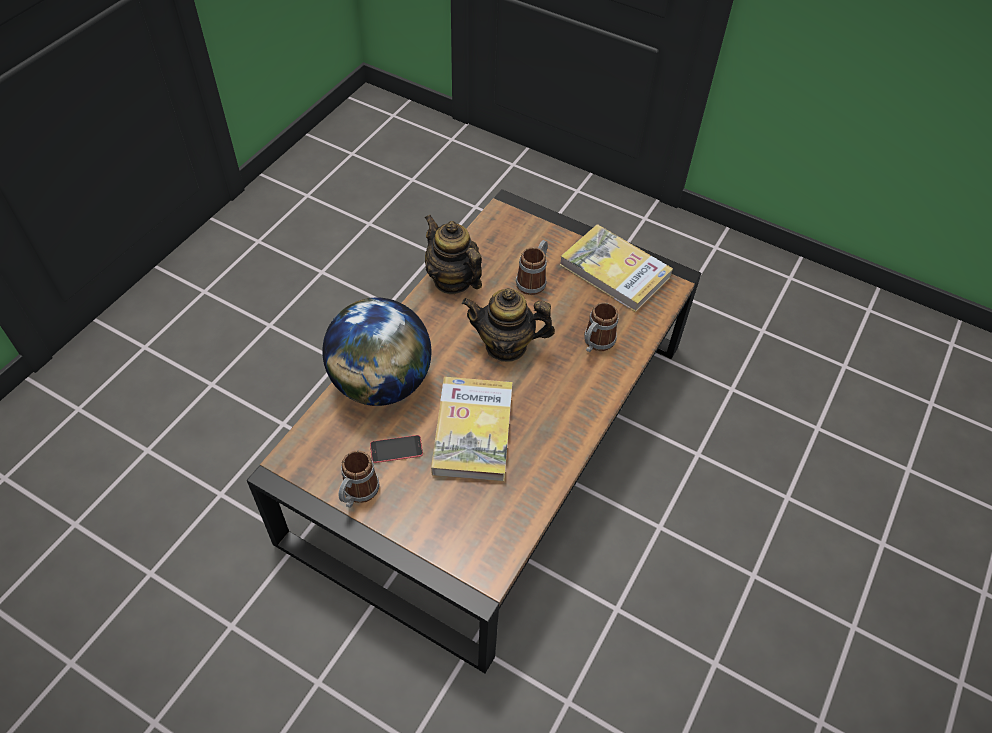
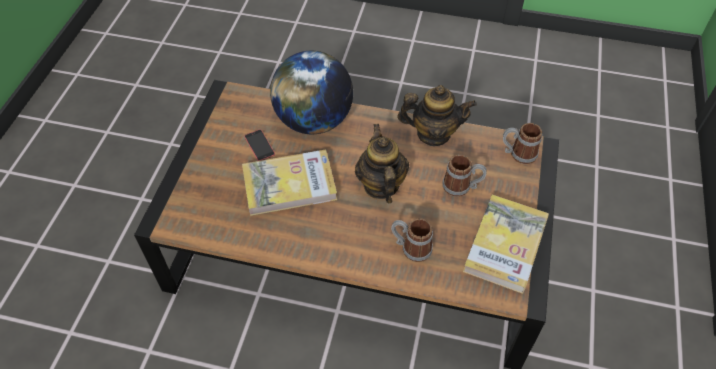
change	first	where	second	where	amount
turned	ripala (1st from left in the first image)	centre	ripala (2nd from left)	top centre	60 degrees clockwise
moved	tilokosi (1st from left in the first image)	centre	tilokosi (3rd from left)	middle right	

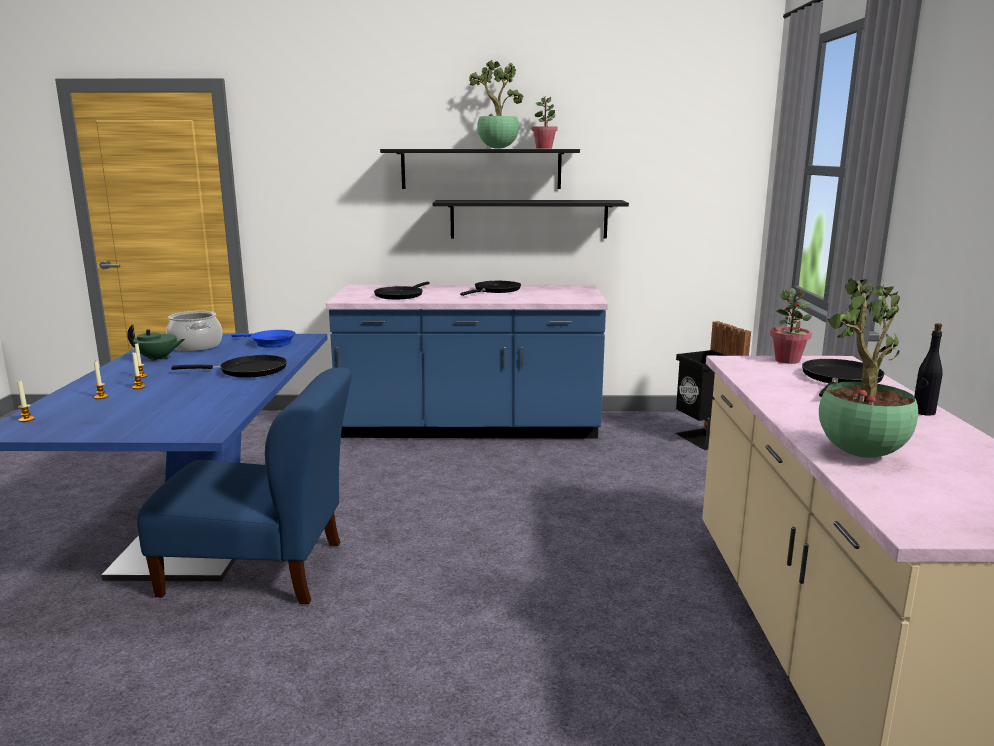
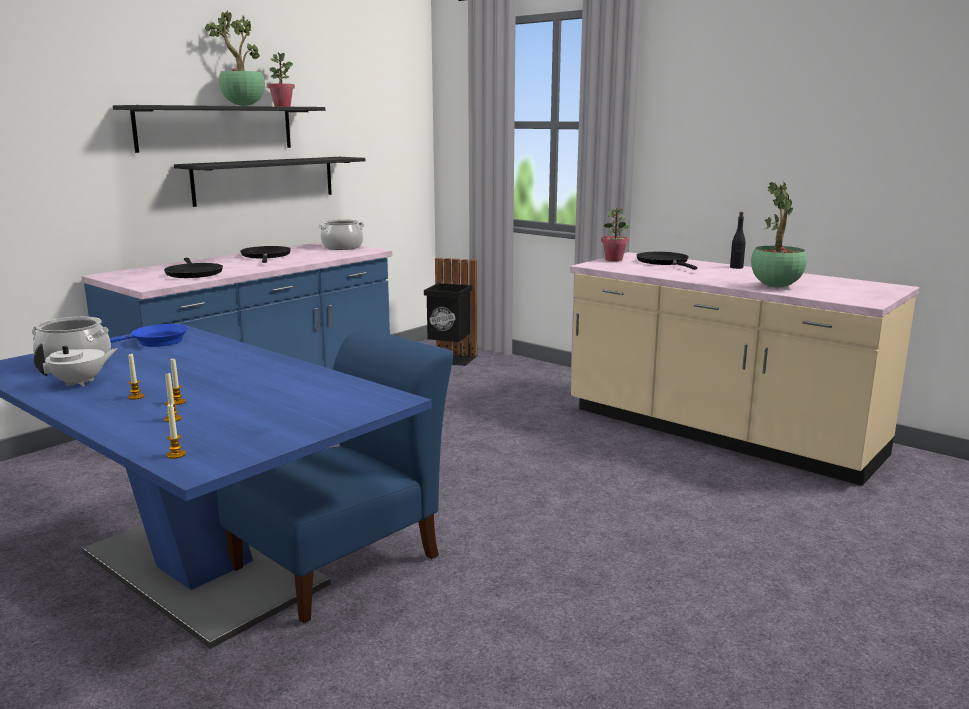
change	first	where	second	where	amount
recoloured	green ripala	middle left	white ripala	middle left	
added			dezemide (2nd from left)	top centre	
removed	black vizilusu (1st from left)	middle left			

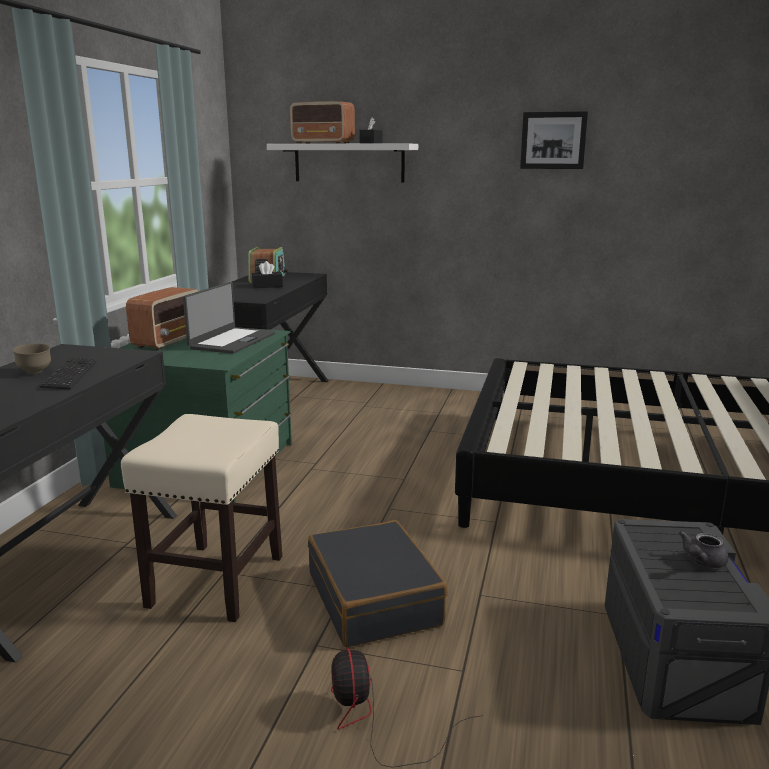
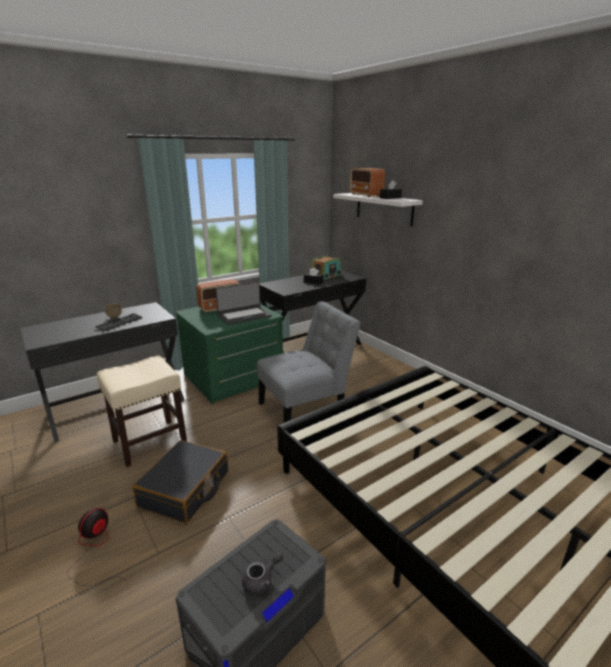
change	first	where	second	where	amount
turned	grey ripala	bottom right		bottom centre	150 degrees clockwise
added			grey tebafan	centre	
removed	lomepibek	top right			

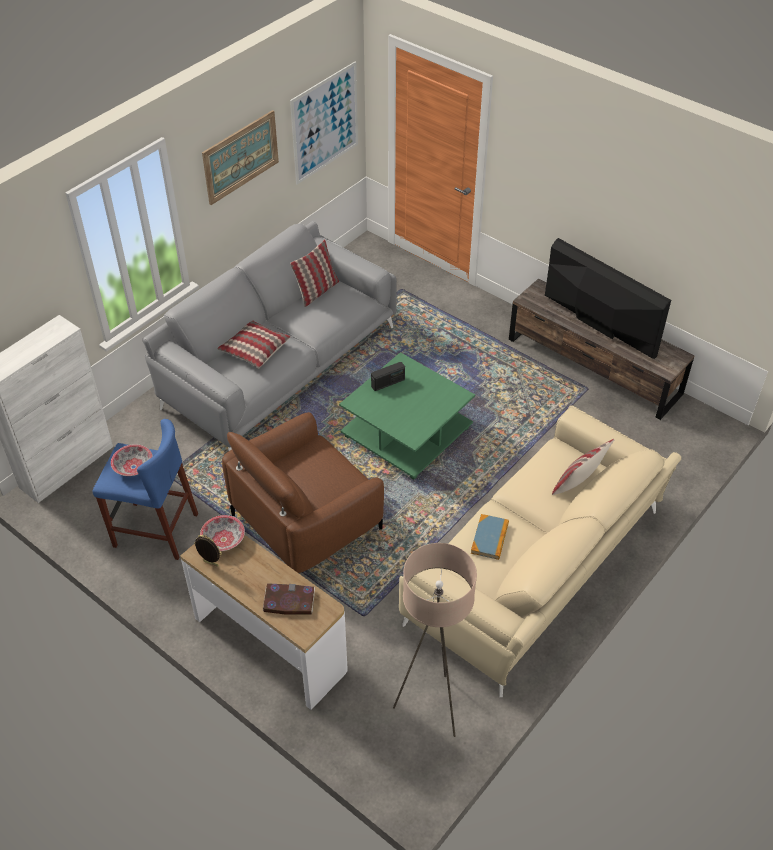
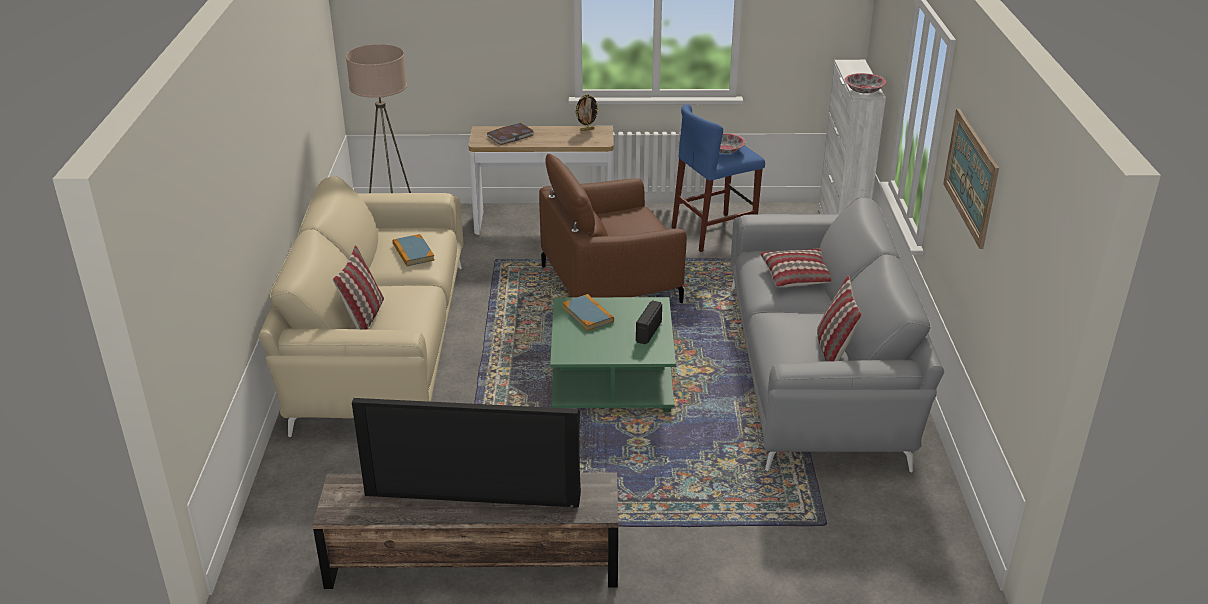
change	first	where	second	where	amount
turned	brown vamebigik	centre		centre	120 degrees counterclockwise
added			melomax (3rd from left)	centre	
moved	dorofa (2nd from left)	middle left		top right	
removed	lomepibek (2nd from left)	top centre			

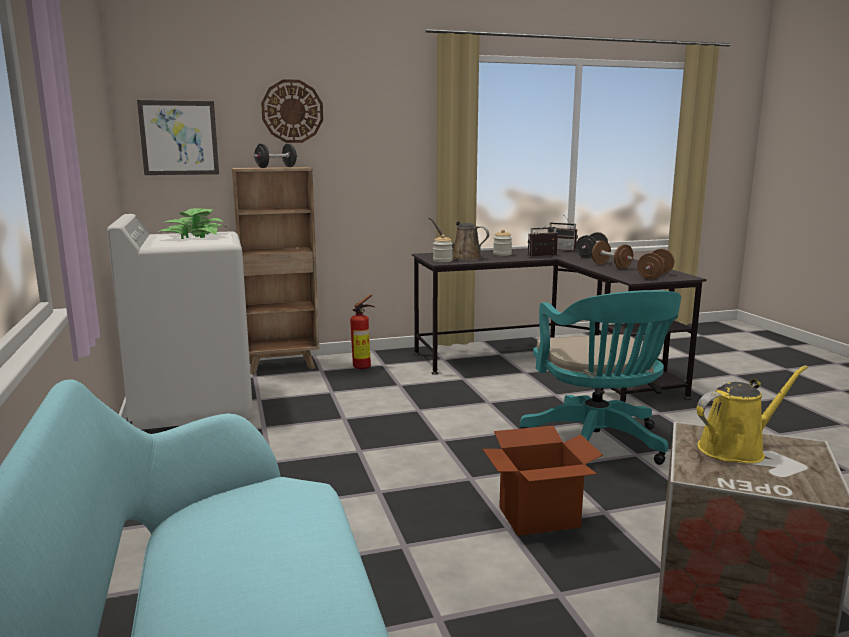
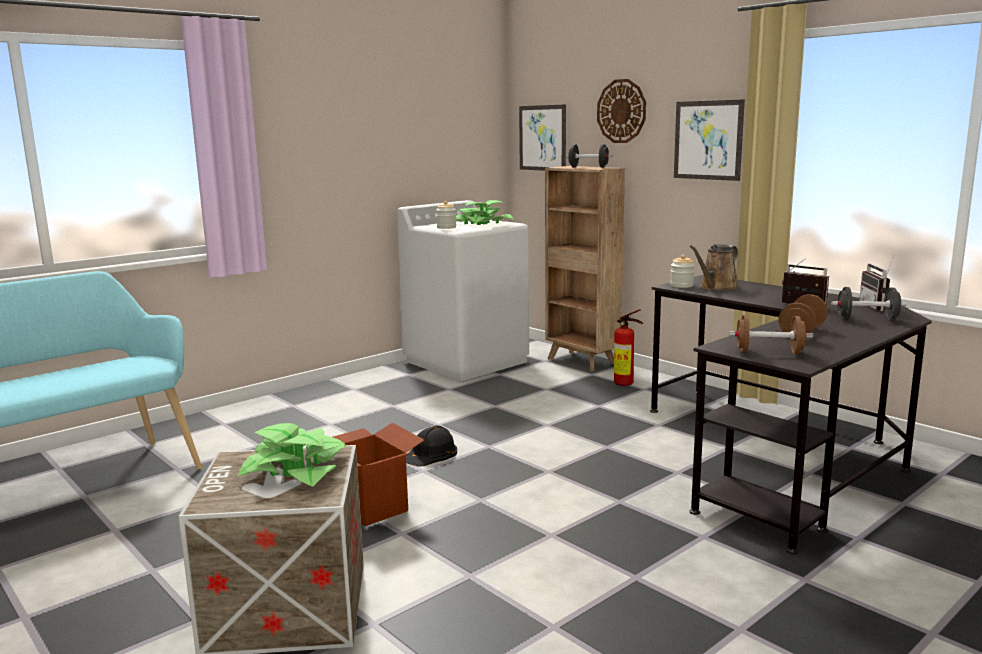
change	first	where	second	where	amount
replaced	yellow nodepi	middle right	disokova (1st from left)	bottom left	
added			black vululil	bottom centre	
moved	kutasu (2nd from left in the first image)	centre	kutasu (1st from left)	top centre	
added			lomepibek (2nd from left)	top right	
turned	brown nodepi	centre		middle right	135 degrees counterclockwise
removed	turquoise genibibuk	middle right			

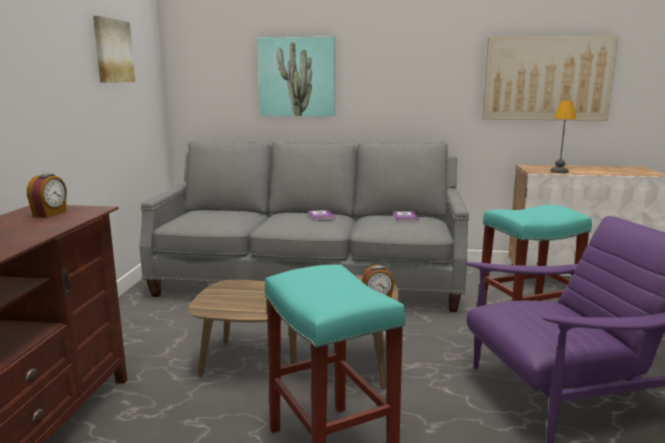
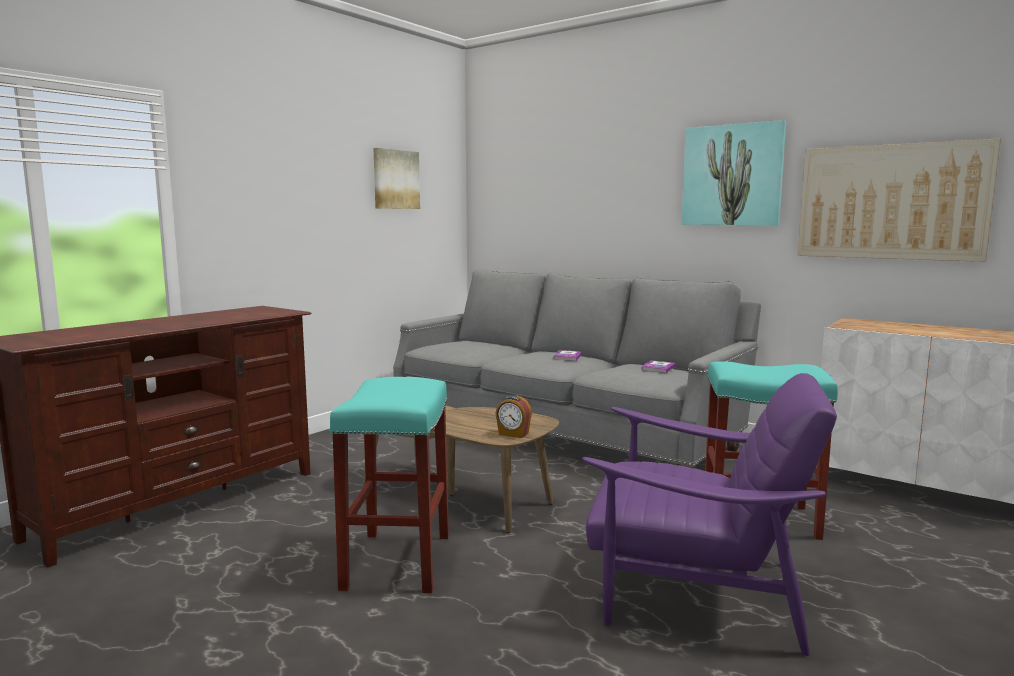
change	first	where	second	where	amount
moved	lomepibek (2nd from left)	top centre		top right	
removed	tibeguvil (1st from left)	middle left			
removed	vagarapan	top right			

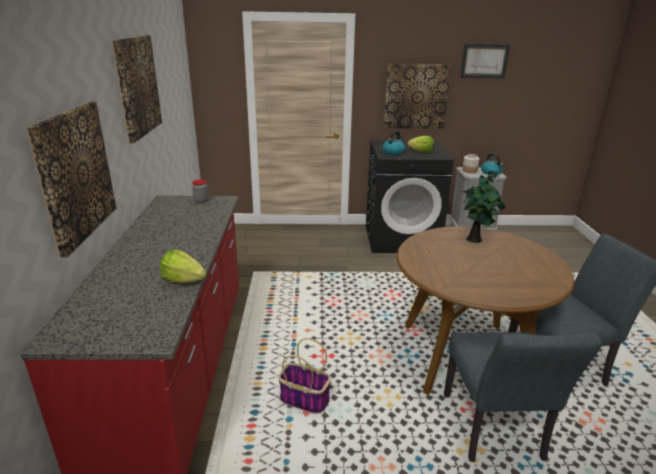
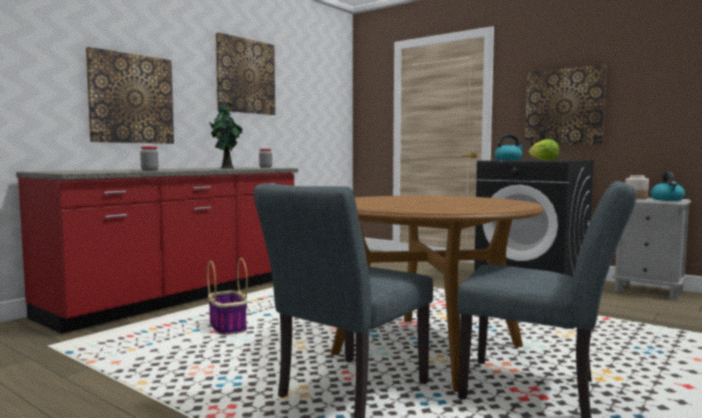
change	first	where	second	where	amount
replaced	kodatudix (1st from left)	middle left	kutasu (1st from left)	middle left	
moved	disokova	middle right		top left	
removed	lomepibek (4th from left)	top right			

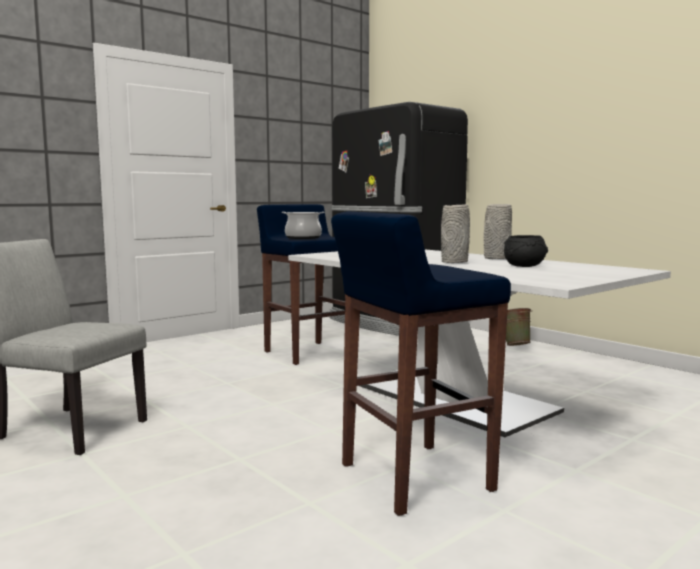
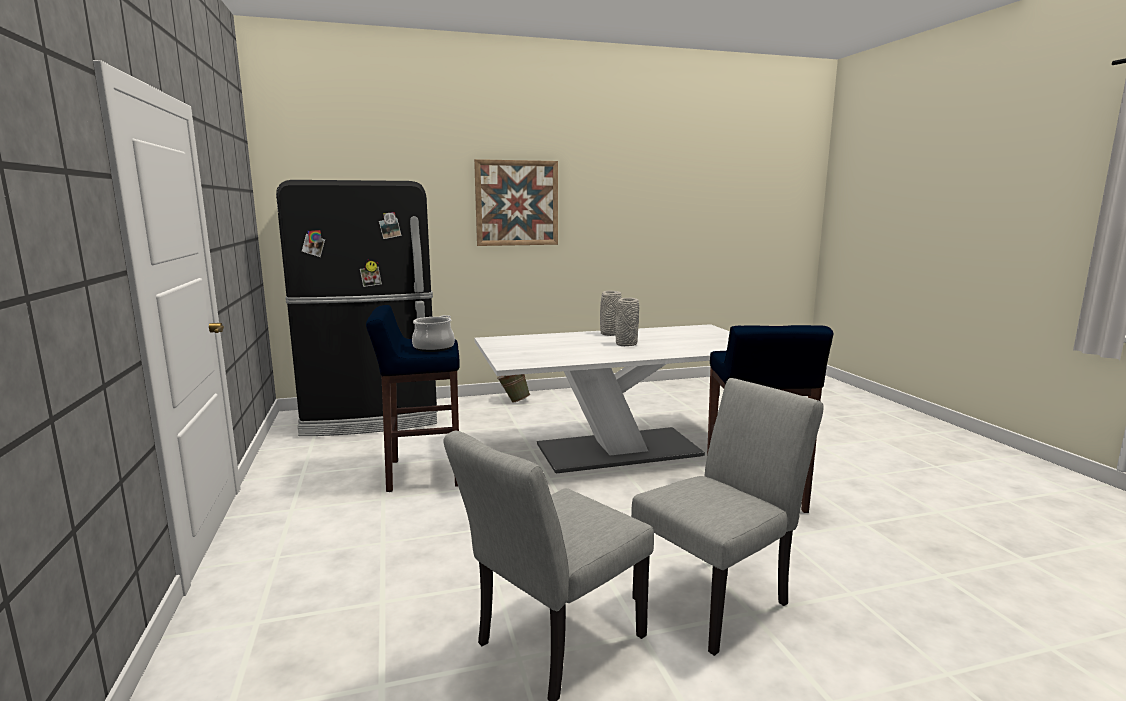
change	first	where	second	where	amount
added			lomepibek	top centre	
added			grey tebafan (2nd from left)	bottom centre	
removed	black dorofa	middle right			

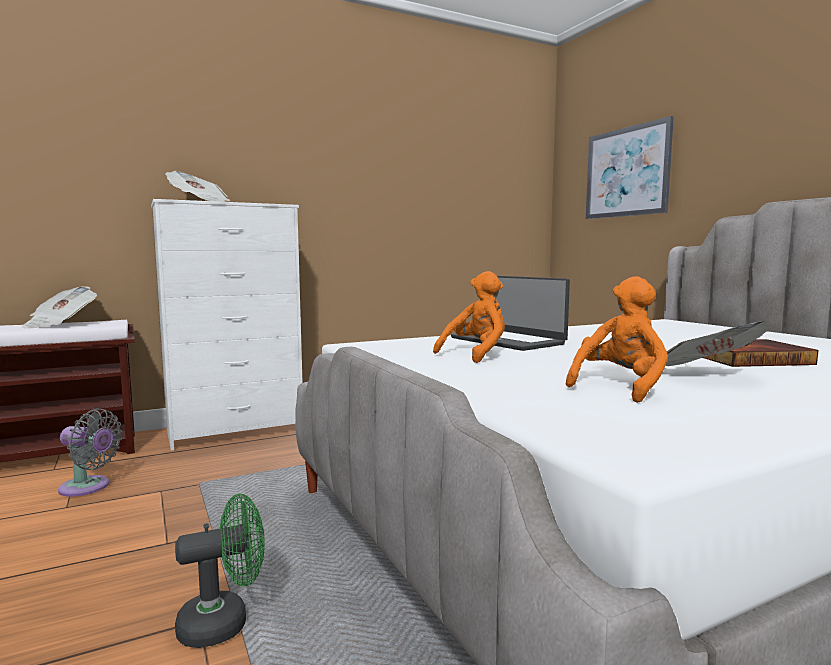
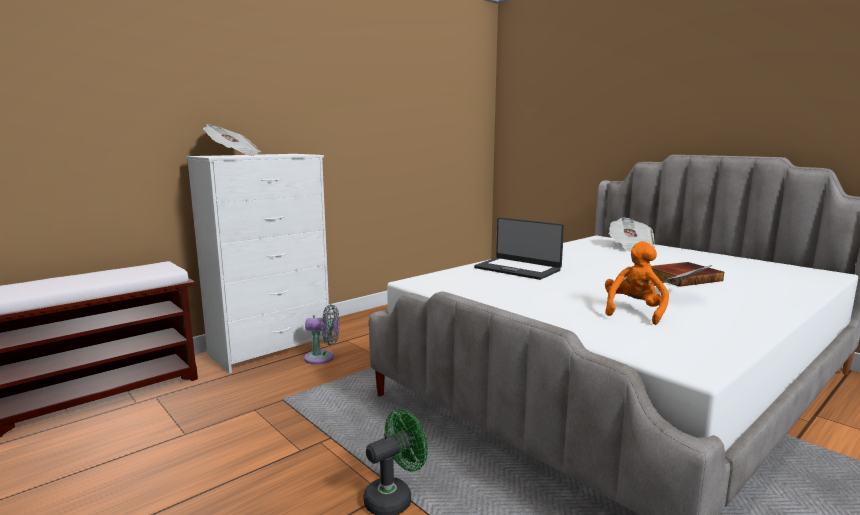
change	first	where	second	where	amount
moved	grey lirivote	bottom left		centre	
moved	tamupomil (1st from left in the first image)	middle left	tamupomil (2nd from left)	middle right	
removed	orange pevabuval (1st from left)	centre			
removed	lomepibek	top right			

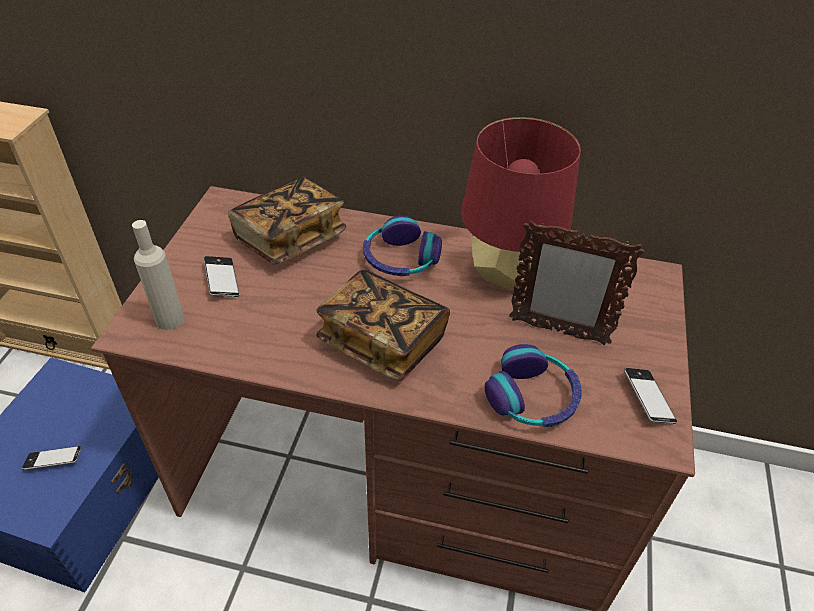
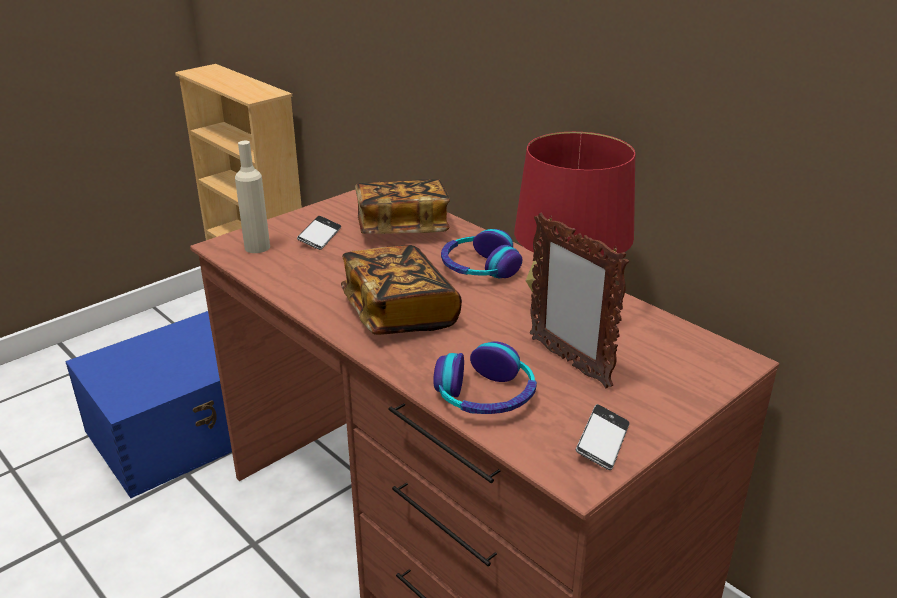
change	first	where	second	where	amount
removed	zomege (1st from left)	bottom left			

